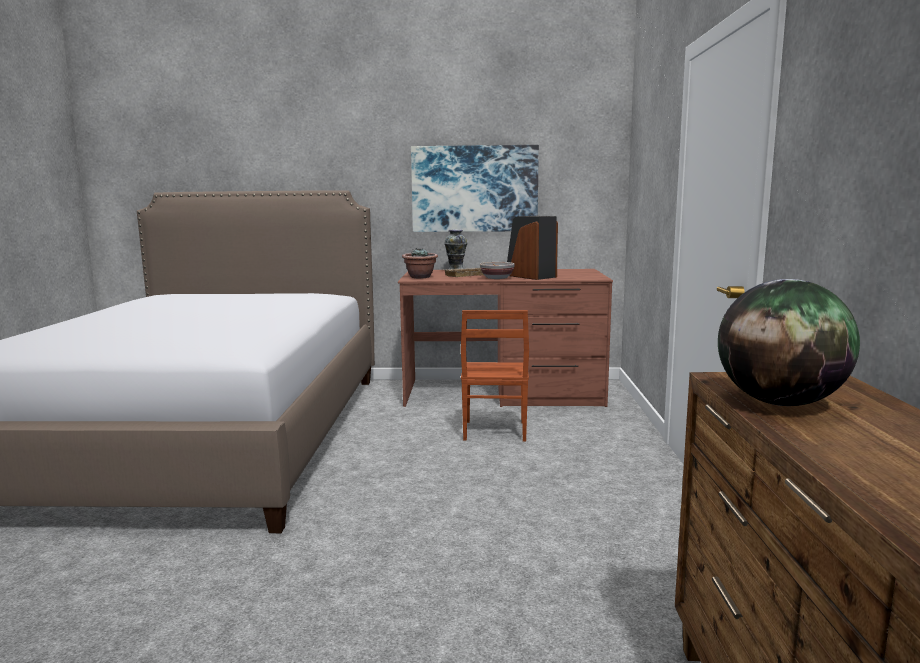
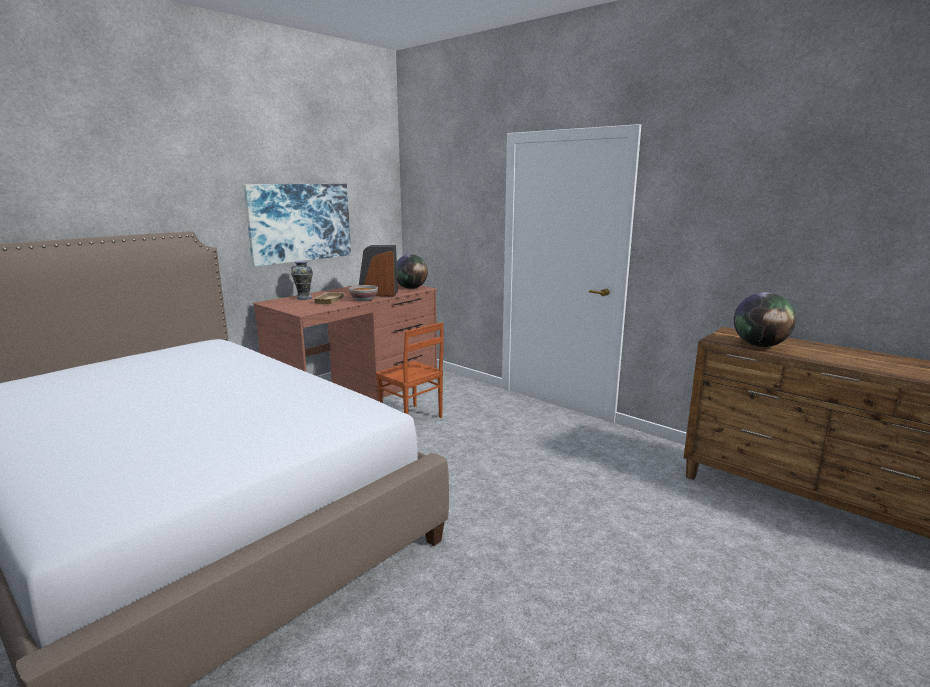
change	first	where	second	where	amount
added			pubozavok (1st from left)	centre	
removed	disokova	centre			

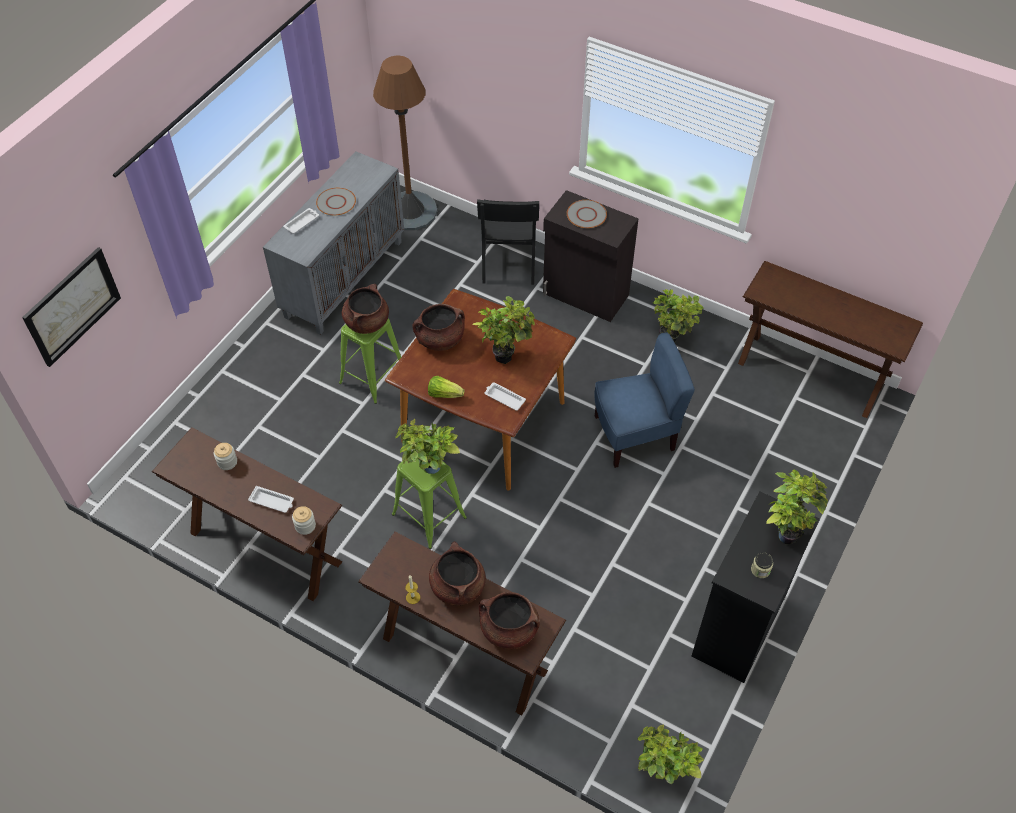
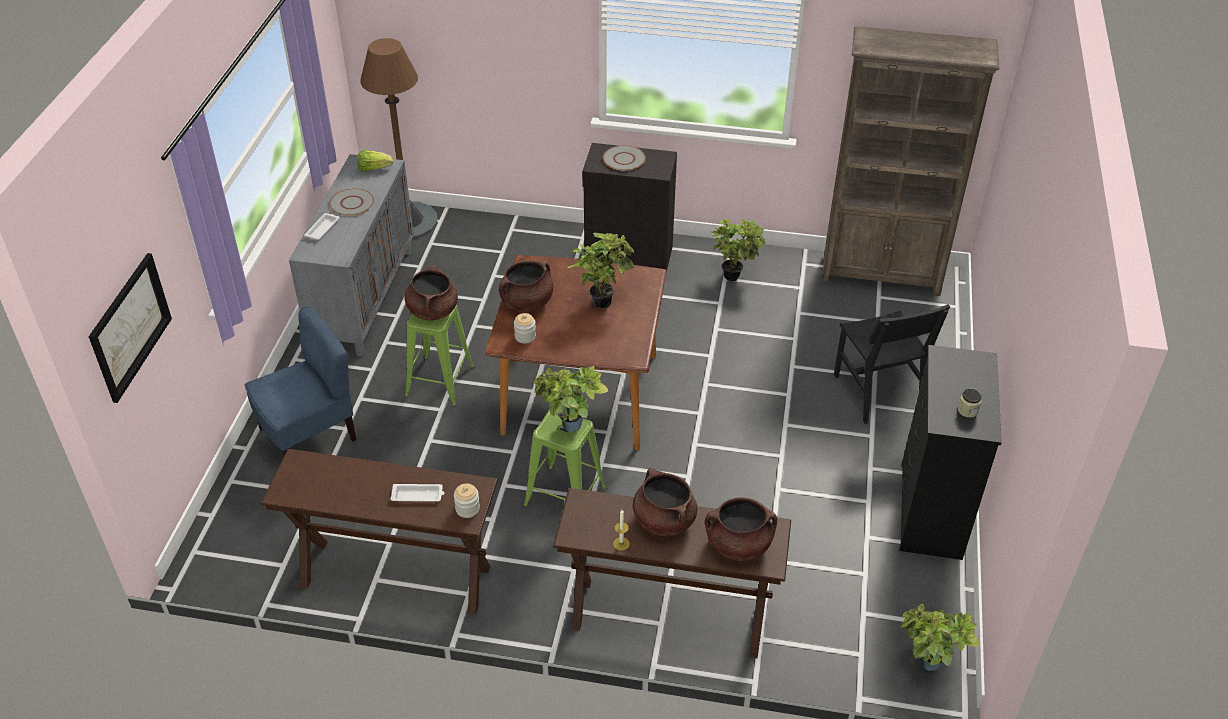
change	first	where	second	where	amount
moved	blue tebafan	centre		middle left	
moved	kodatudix	centre		top left	
moved	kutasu (1st from left in the first image)	middle left	kutasu (2nd from left)	centre	
replaced	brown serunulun (3rd from left)	middle right	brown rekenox	top right	
moved	black tebafan	top centre		middle right	
removed	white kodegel (3rd from left)	centre			
removed	disokova (5th from left)	middle right			

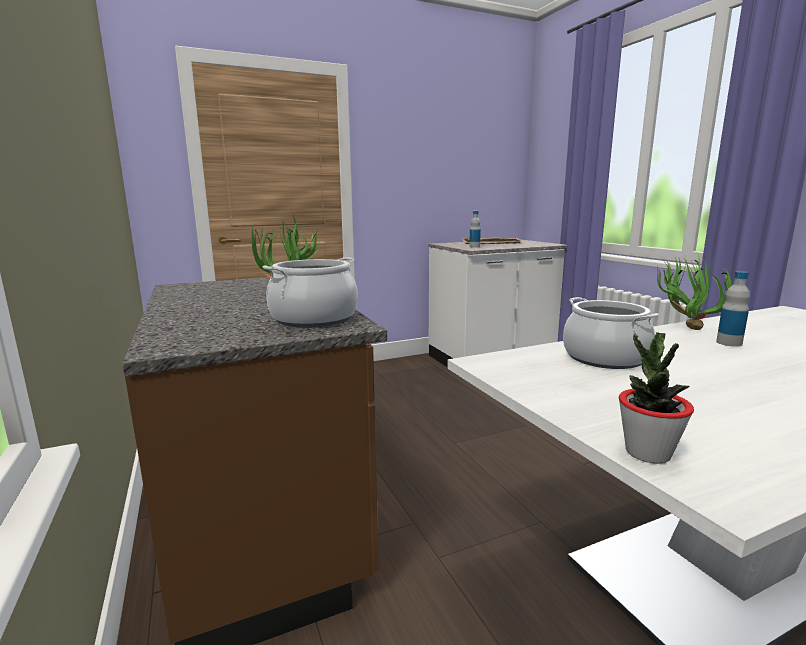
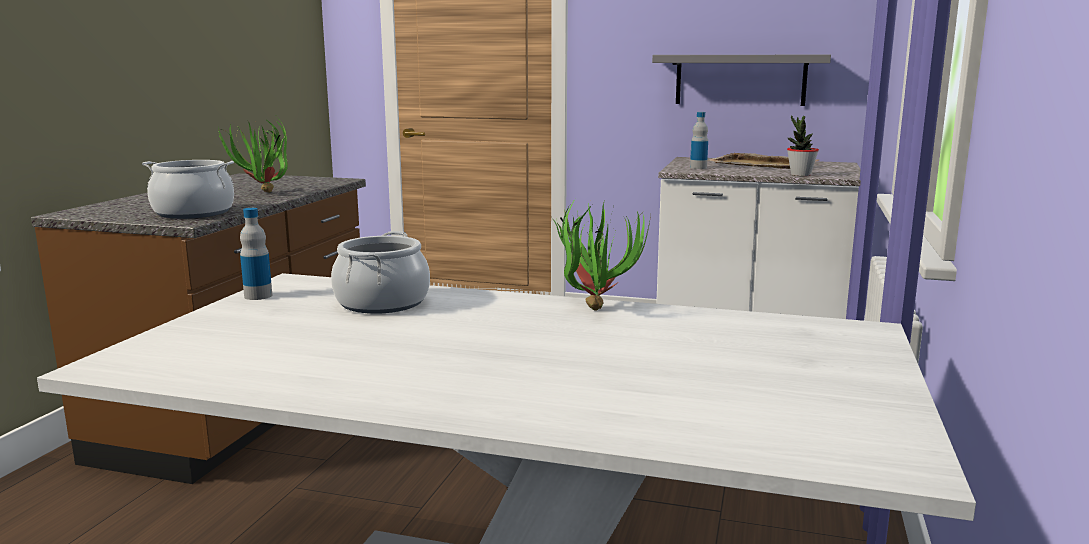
change	first	where	second	where	amount
moved	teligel (2nd from left in the first image)	middle right	teligel (1st from left)	middle left	
added			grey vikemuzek	top right	
moved	disokova (2nd from left in the first image)	middle right	disokova (3rd from left)	top right	

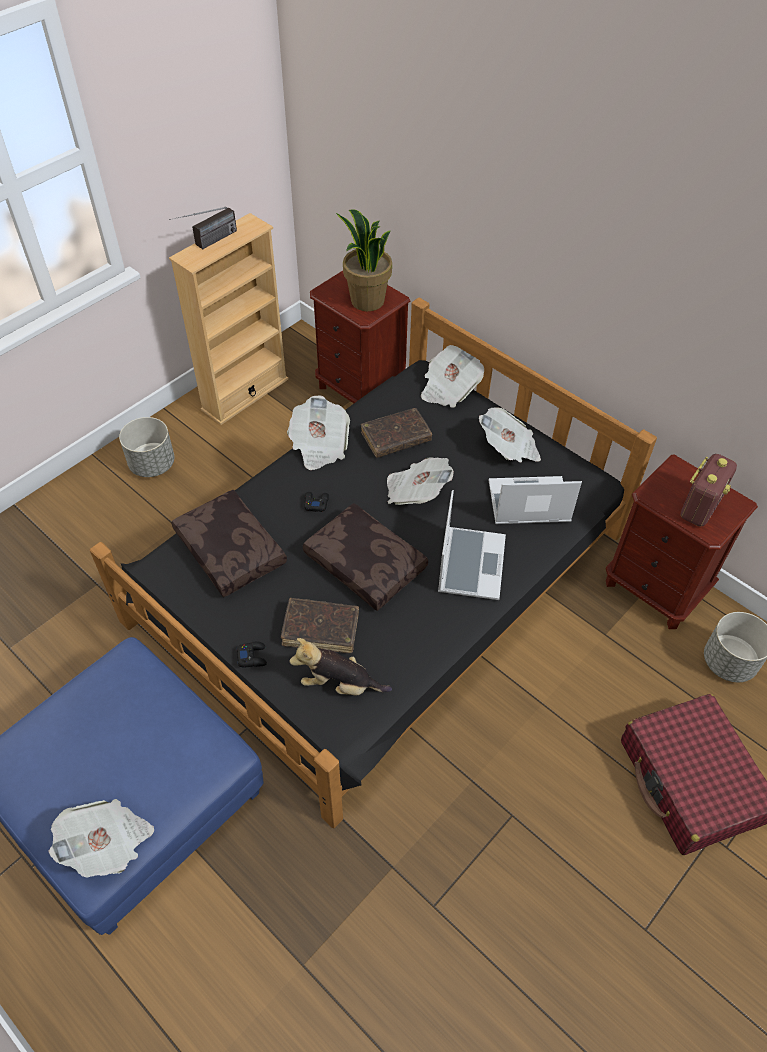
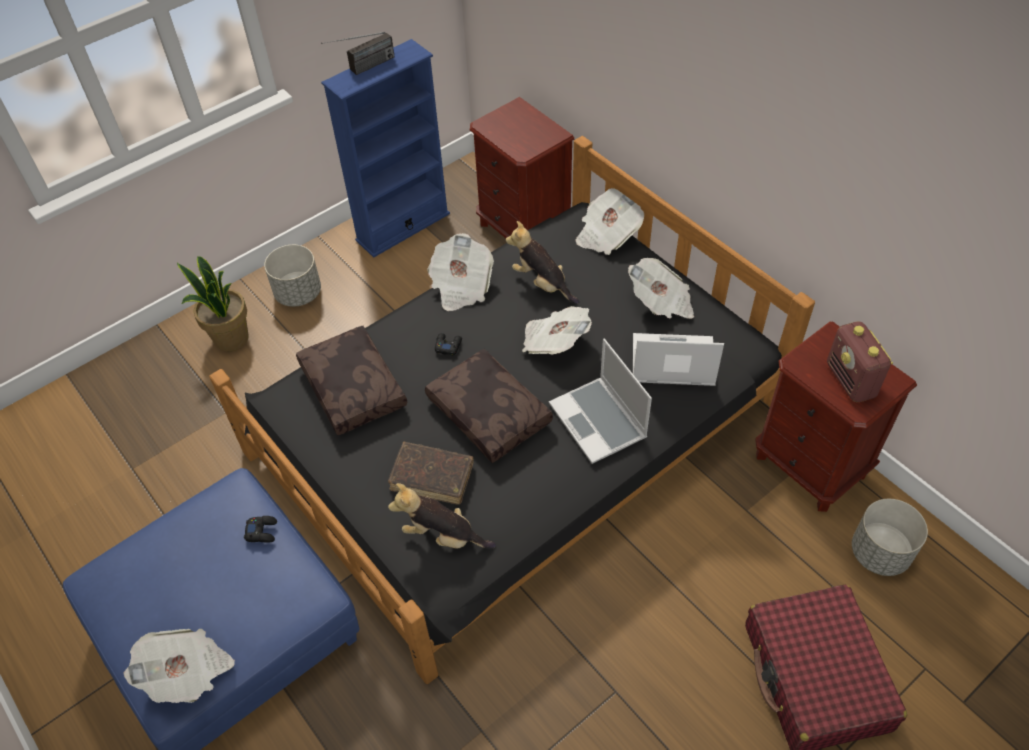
change	first	where	second	where	amount
moved	disokova	top centre		middle left	
moved	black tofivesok (1st from left)	middle left		bottom left	
recoloured	beige rekenox	top left	blue rekenox	top centre	
replaced	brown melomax (2nd from left)	centre	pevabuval (2nd from left)	centre	
turned	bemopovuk (1st from left)	centre		centre	135 degrees clockwise
turned	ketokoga (2nd from left)	middle right		middle right	120 degrees clockwise

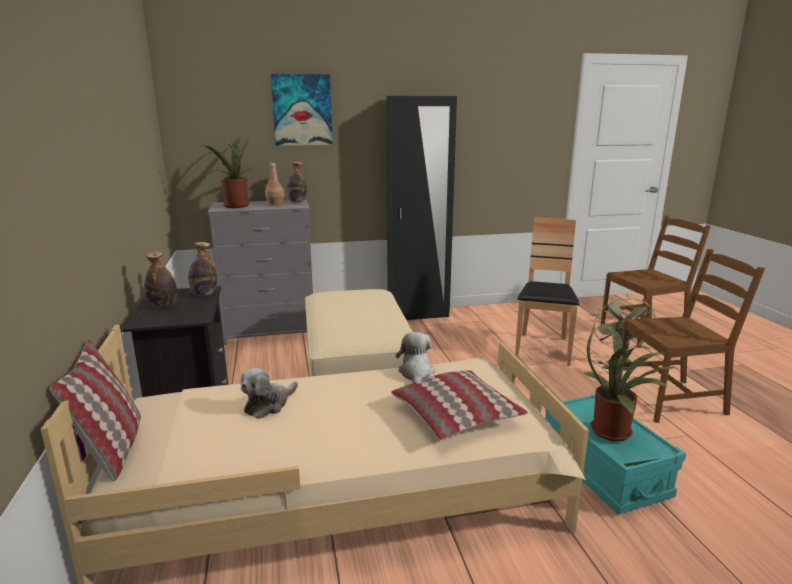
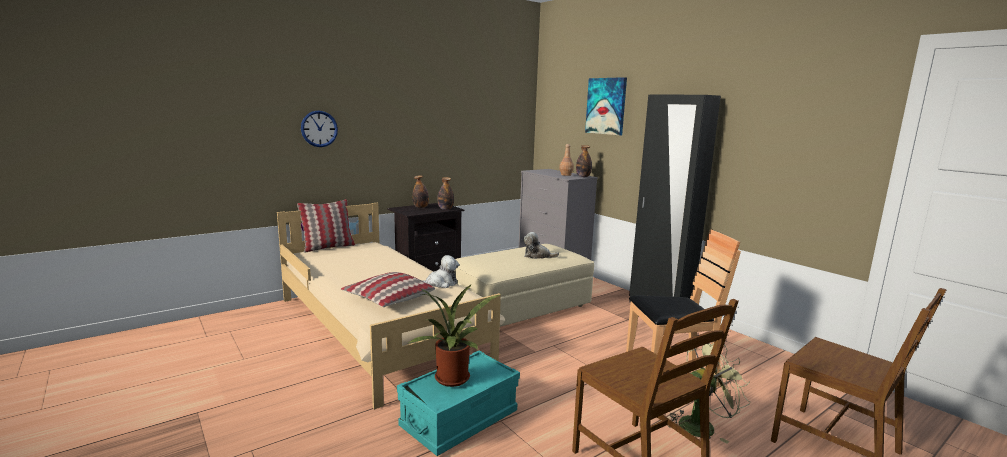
change	first	where	second	where	amount
added			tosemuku	top left	
moved	pevabuval (1st from left in the first image)	bottom centre	pevabuval (2nd from left)	centre	
removed	disokova (1st from left)	top left			

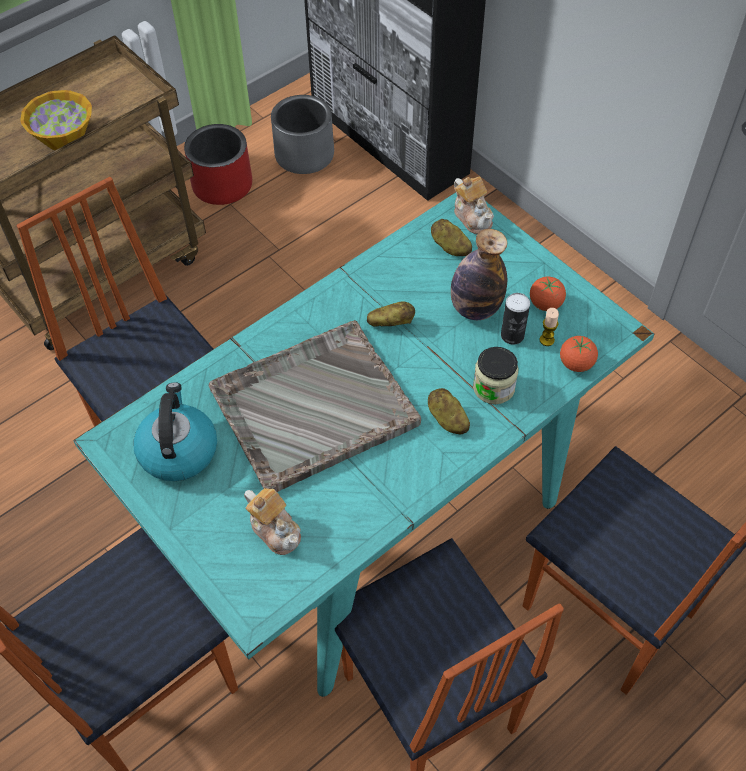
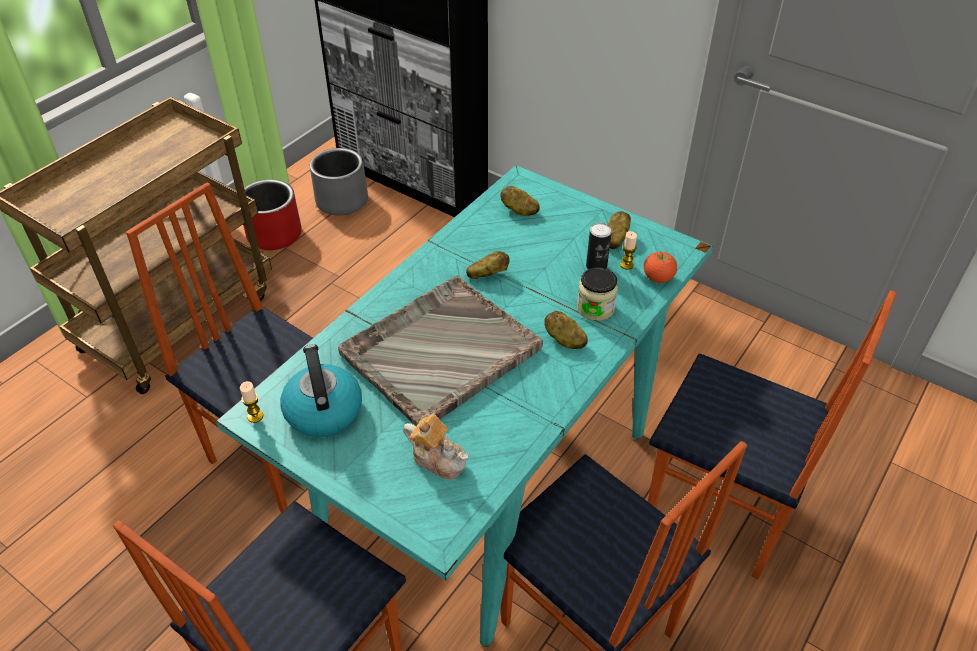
change	first	where	second	where	amount
added			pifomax (1st from left)	middle left	
replaced	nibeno (1st from left)	middle right	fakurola (4th from left)	centre	
removed	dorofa	top left			
removed	teligel	centre			
removed	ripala (2nd from left)	top centre			

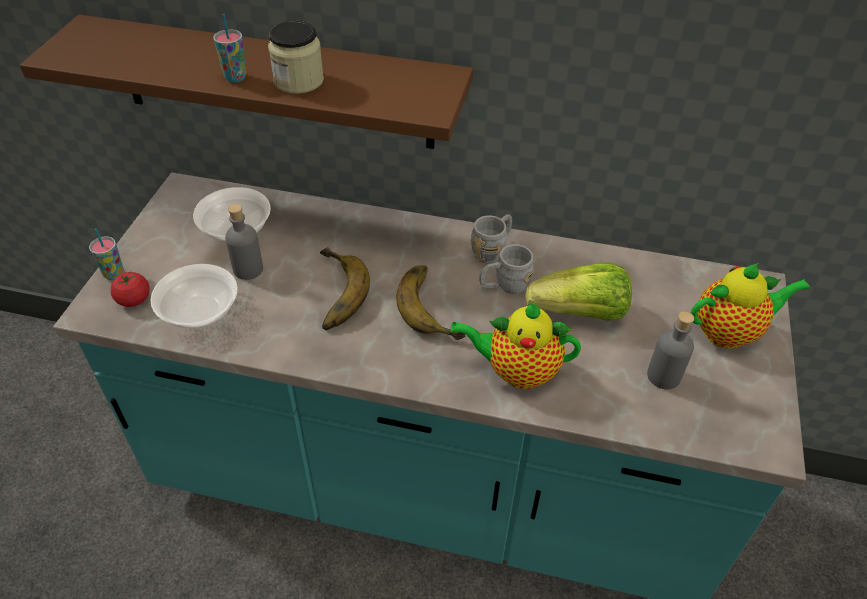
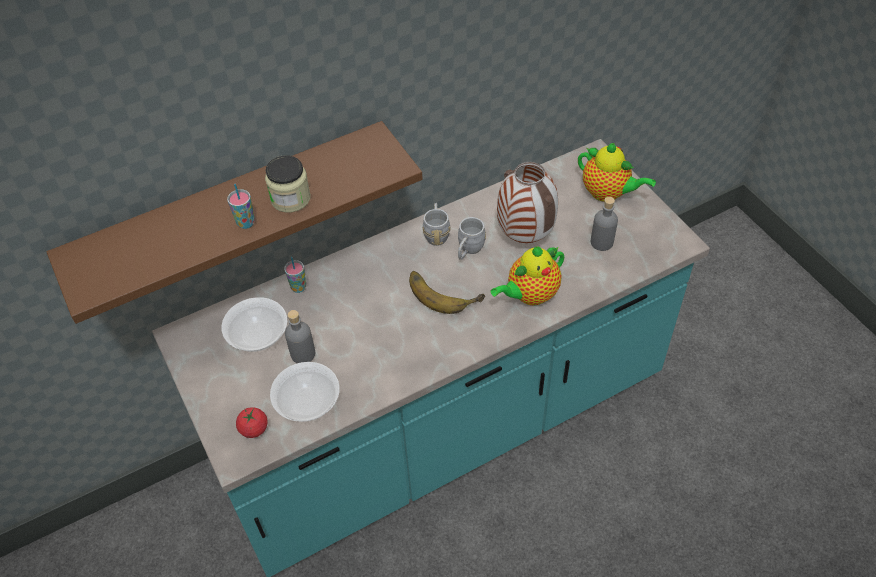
change	first	where	second	where	amount
moved	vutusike (1st from left in the first image)	middle left	vutusike (2nd from left)	centre	
replaced	kodatudix	middle right	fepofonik	centre	
turned	ripala (2nd from left)	middle right		top right	90 degrees clockwise
removed	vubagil (1st from left)	centre			

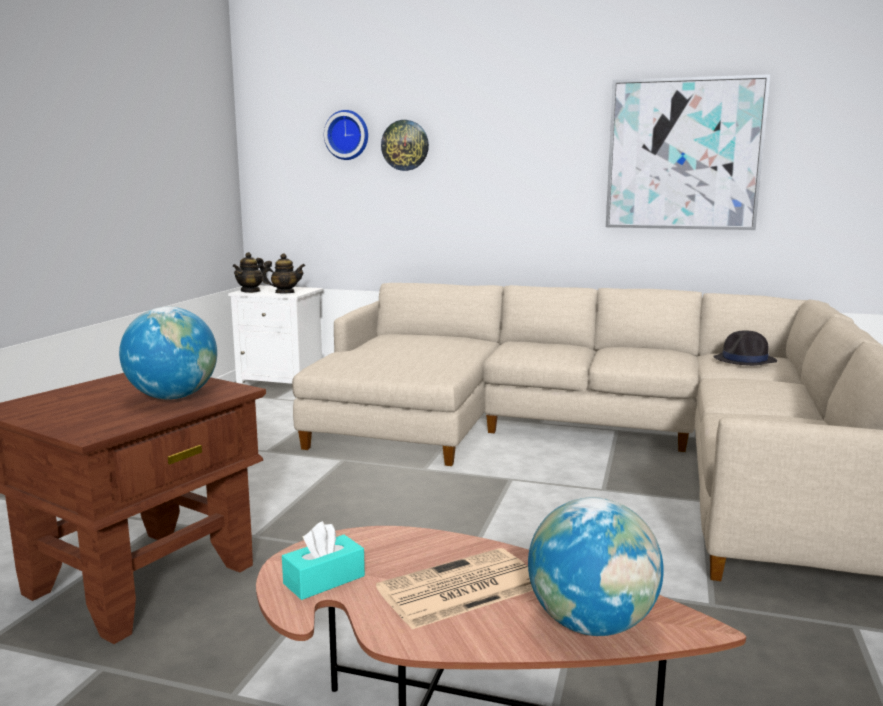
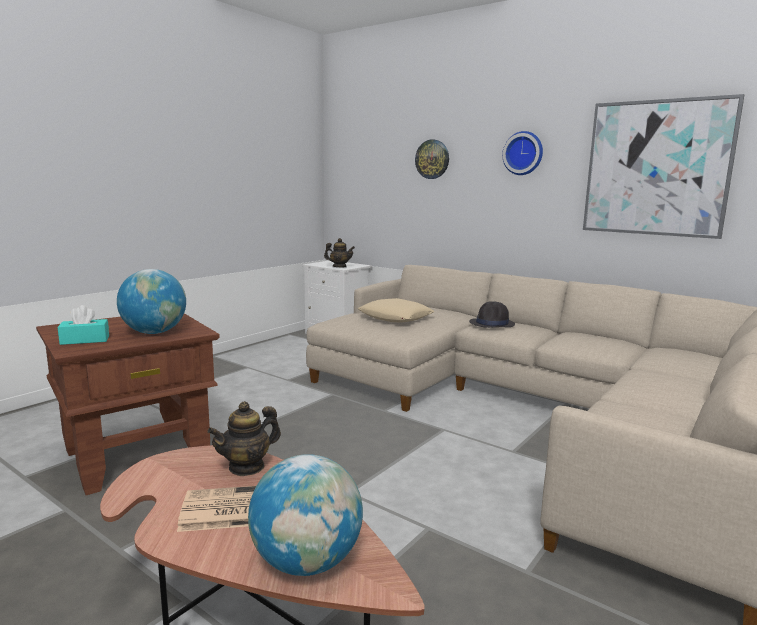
change	first	where	second	where	amount
moved	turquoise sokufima	bottom centre		middle left	
moved	ripala (1st from left)	middle left		bottom left	
added			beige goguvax	centre	
moved	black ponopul	middle right		centre	
moved	tosemuku (1st from left in the first image)	top centre	tosemuku (2nd from left)	top right	

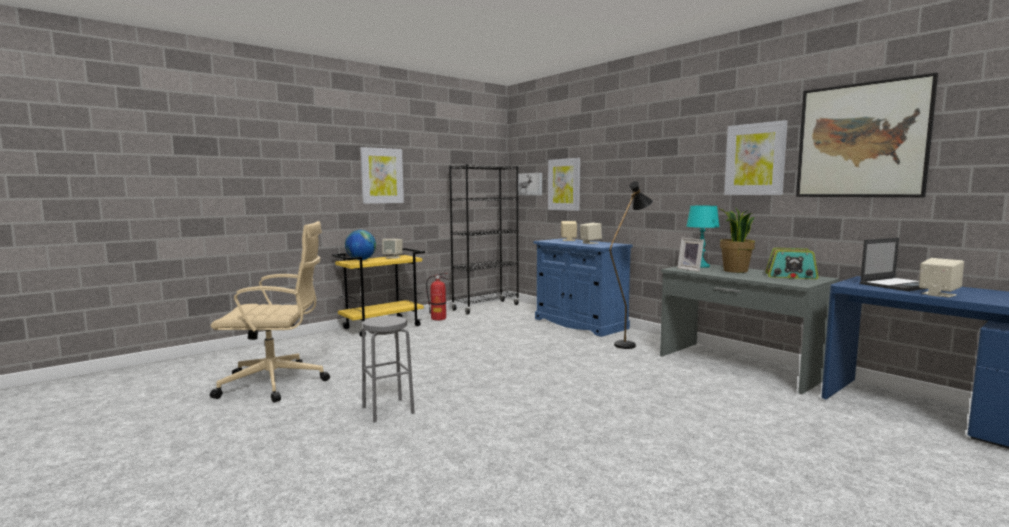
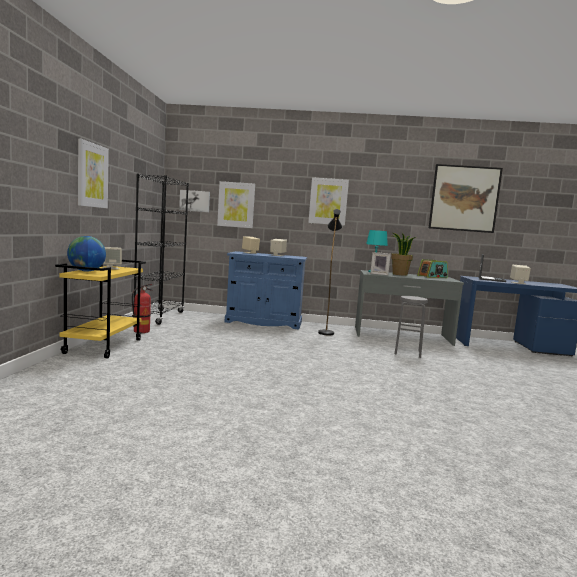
change	first	where	second	where	amount
moved	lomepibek (4th from left)	top right		centre	
moved	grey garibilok	bottom centre		middle right	
removed	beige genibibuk	middle left			

